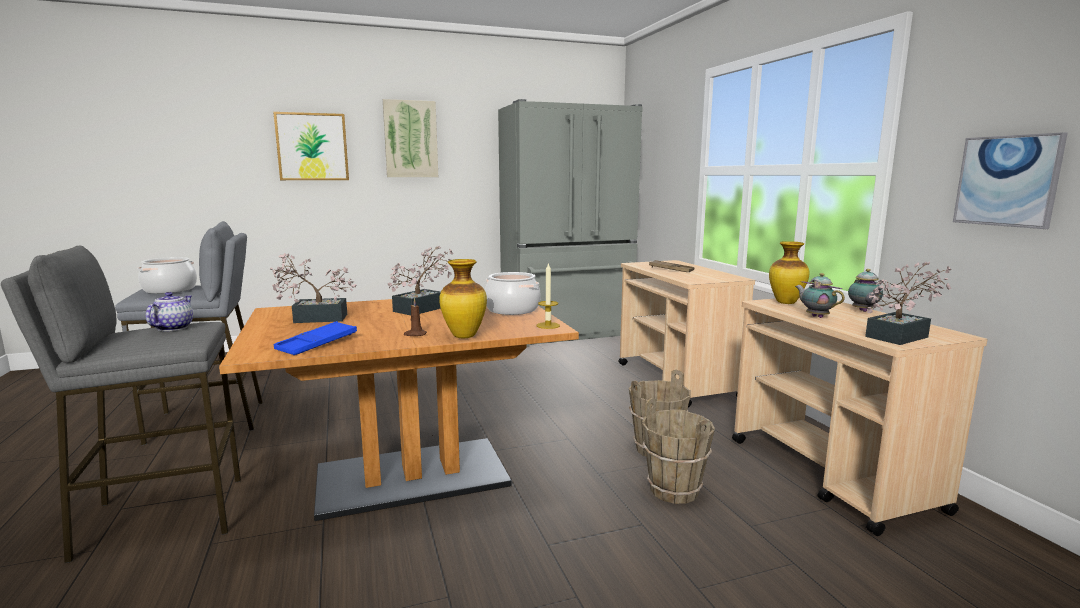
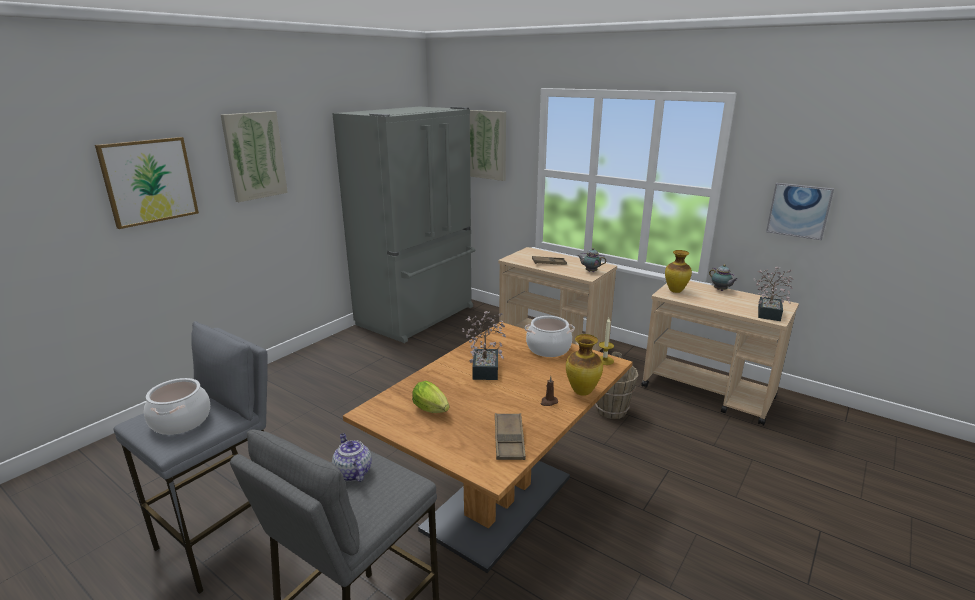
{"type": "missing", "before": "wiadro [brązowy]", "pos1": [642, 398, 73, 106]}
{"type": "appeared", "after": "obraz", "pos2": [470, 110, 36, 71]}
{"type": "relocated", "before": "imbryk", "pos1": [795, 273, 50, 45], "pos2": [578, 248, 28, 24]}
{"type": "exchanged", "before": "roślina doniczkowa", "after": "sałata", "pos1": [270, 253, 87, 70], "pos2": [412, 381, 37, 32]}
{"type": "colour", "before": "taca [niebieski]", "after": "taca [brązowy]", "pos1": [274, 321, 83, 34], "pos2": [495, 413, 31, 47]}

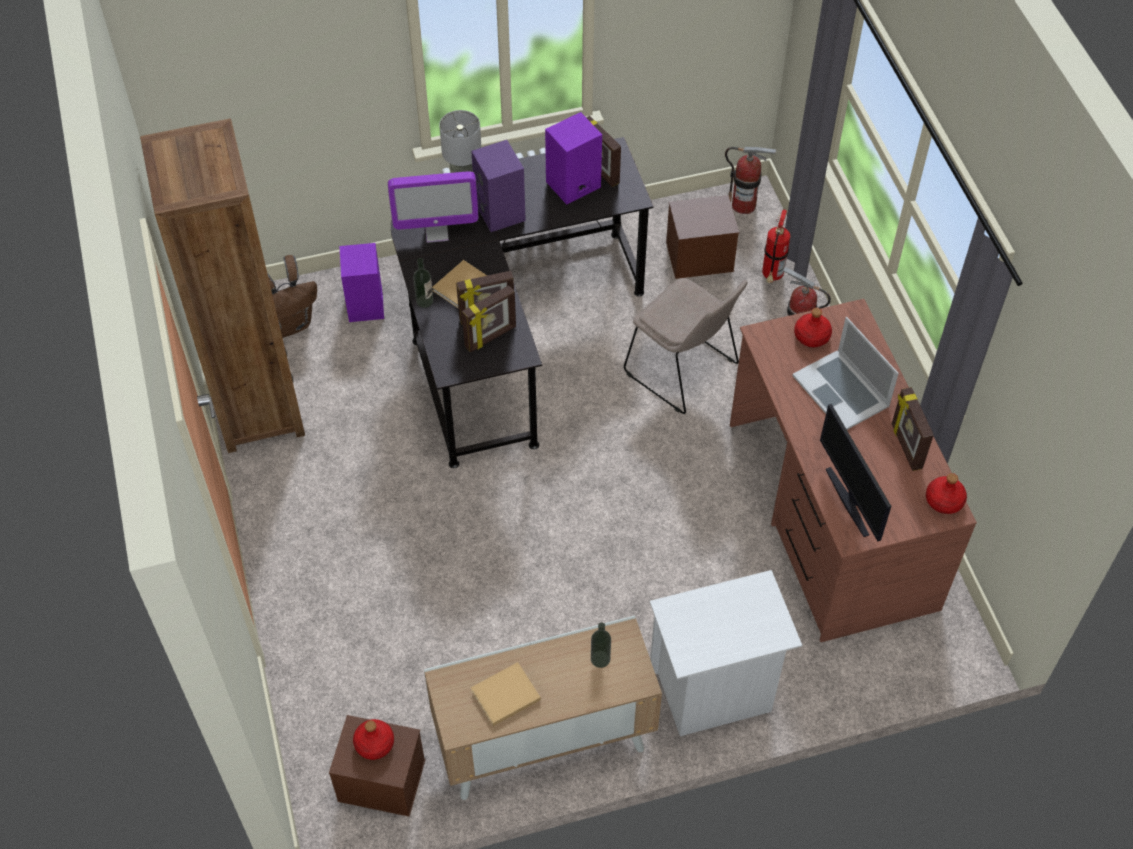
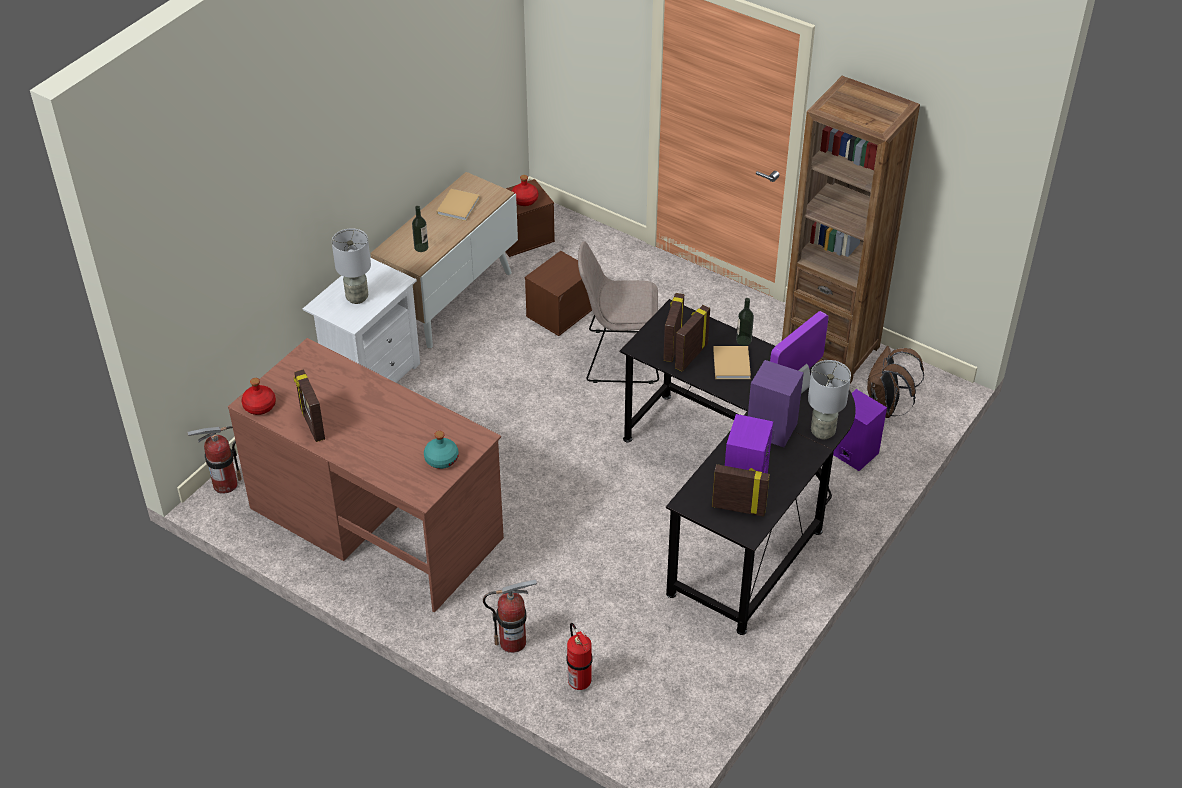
{"type": "missing", "before": "laptop", "pos1": [792, 317, 107, 113]}
{"type": "missing", "before": "monitor", "pos1": [820, 404, 71, 137]}
{"type": "appeared", "after": "lampa stołowa [szary]", "pos2": [332, 228, 39, 76]}
{"type": "relocated", "before": "krzesło [beżowy]", "pos1": [624, 278, 123, 136], "pos2": [578, 241, 81, 143]}
{"type": "relocated", "before": "pojemnik do przechowywania [brązowy]", "pos1": [666, 195, 73, 84], "pos2": [525, 251, 67, 85]}
{"type": "relocated", "before": "gaśnica", "pos1": [725, 147, 51, 67], "pos2": [187, 426, 55, 68]}
{"type": "colour", "before": "butelka [czerwony]", "after": "butelka [turkusowy]", "pos1": [794, 308, 38, 39], "pos2": [424, 431, 34, 38]}
{"type": "spun", "before": "ramka na zdjęcie", "pos1": [892, 387, 42, 84], "pos2": [294, 369, 31, 73], "turn": -150}

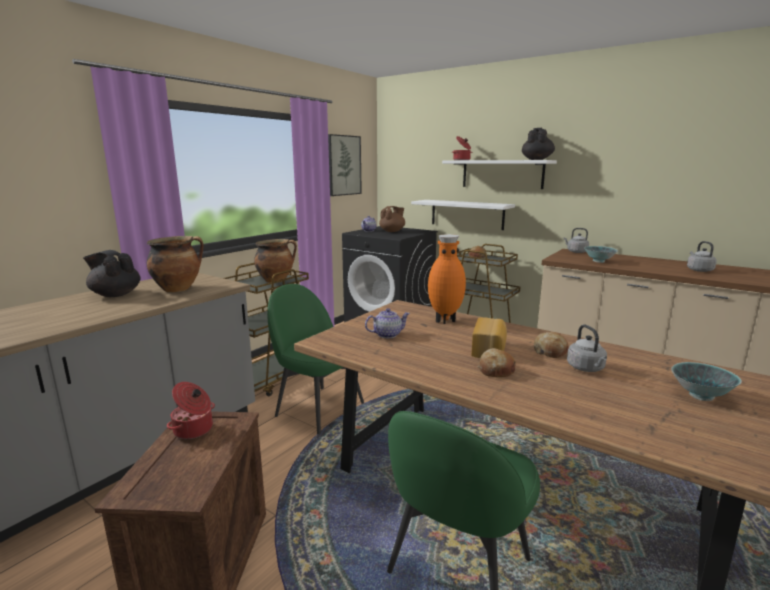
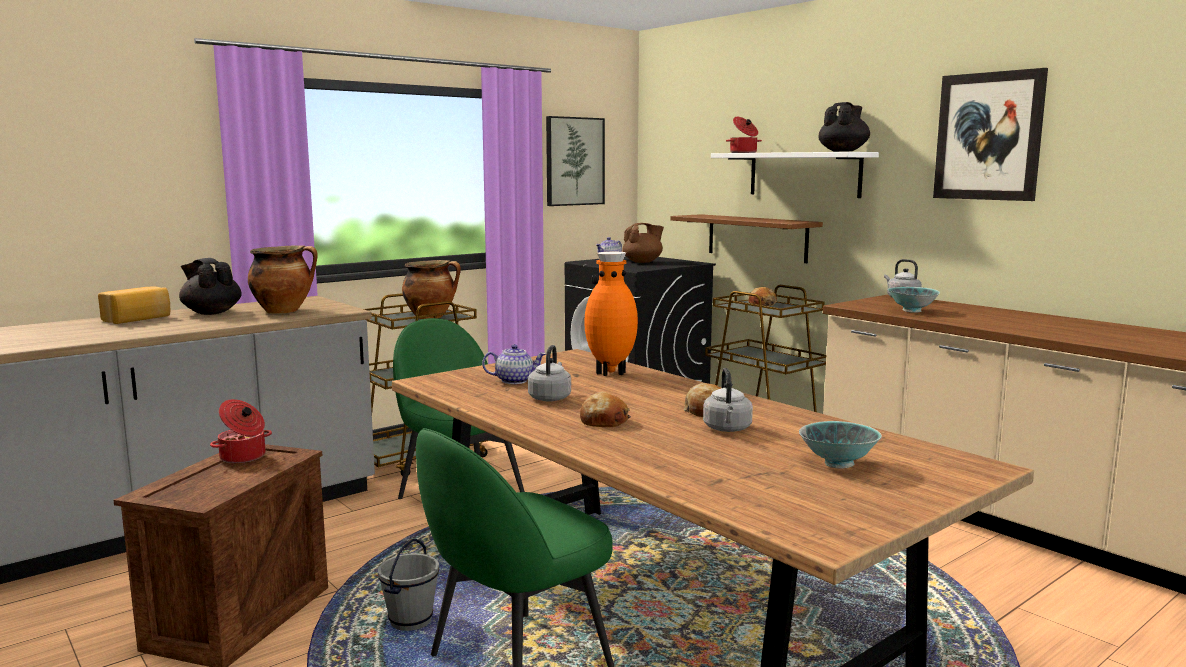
{"type": "appeared", "after": "wiadro [szary]", "pos2": [378, 539, 61, 92]}
{"type": "appeared", "after": "obraz", "pos2": [933, 68, 115, 133]}
{"type": "relocated", "before": "chleb", "pos1": [471, 317, 36, 41], "pos2": [98, 286, 72, 38]}
{"type": "relocated", "before": "czajnik [szary]", "pos1": [687, 241, 30, 31], "pos2": [528, 345, 43, 56]}
{"type": "colour", "before": "półka [biały]", "after": "półka [brązowy]", "pos1": [411, 200, 104, 30], "pos2": [670, 214, 153, 49]}

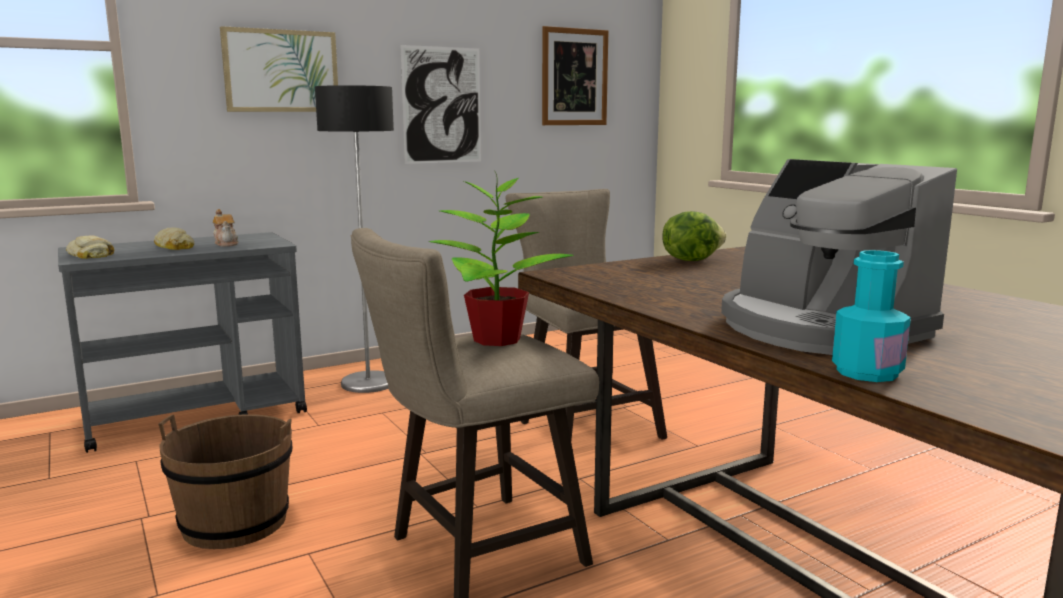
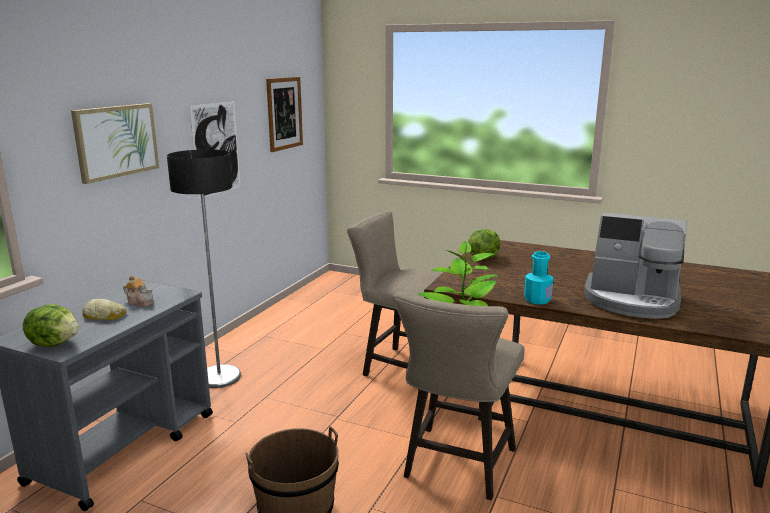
{"type": "relocated", "before": "butelka [turkusowy]", "pos1": [832, 250, 79, 132], "pos2": [524, 251, 29, 54]}
{"type": "exchanged", "before": "chleb", "after": "sałata", "pos1": [66, 235, 48, 24], "pos2": [23, 304, 56, 43]}

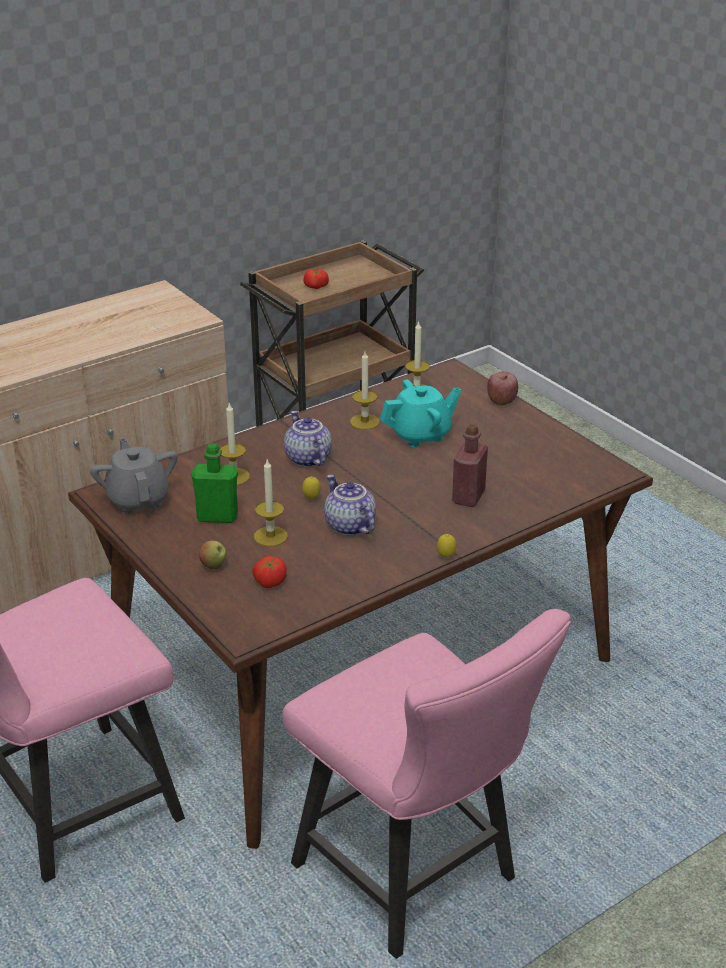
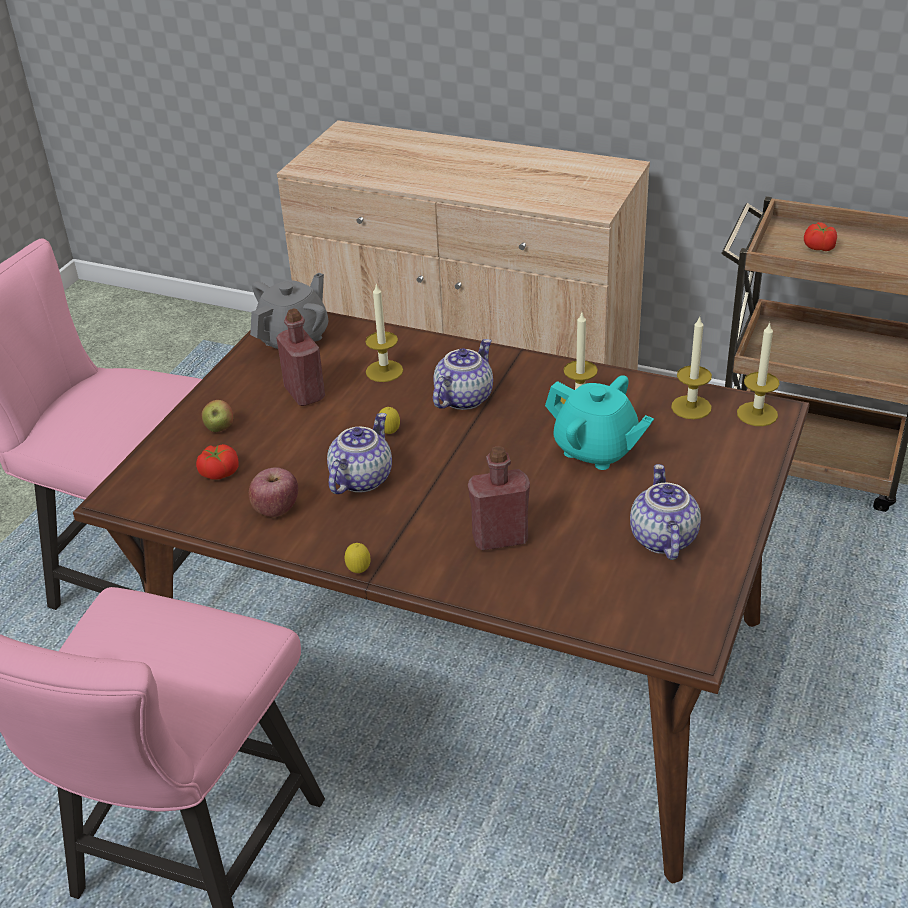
{"type": "appeared", "after": "imbryk", "pos2": [630, 464, 71, 96]}
{"type": "relocated", "before": "świeca", "pos1": [254, 460, 34, 87], "pos2": [737, 322, 43, 104]}
{"type": "relocated", "before": "jabłko", "pos1": [487, 372, 31, 33], "pos2": [249, 467, 49, 50]}
{"type": "colour", "before": "butelka [zielony]", "after": "butelka [czerwony]", "pos1": [191, 443, 47, 80], "pos2": [276, 309, 49, 97]}

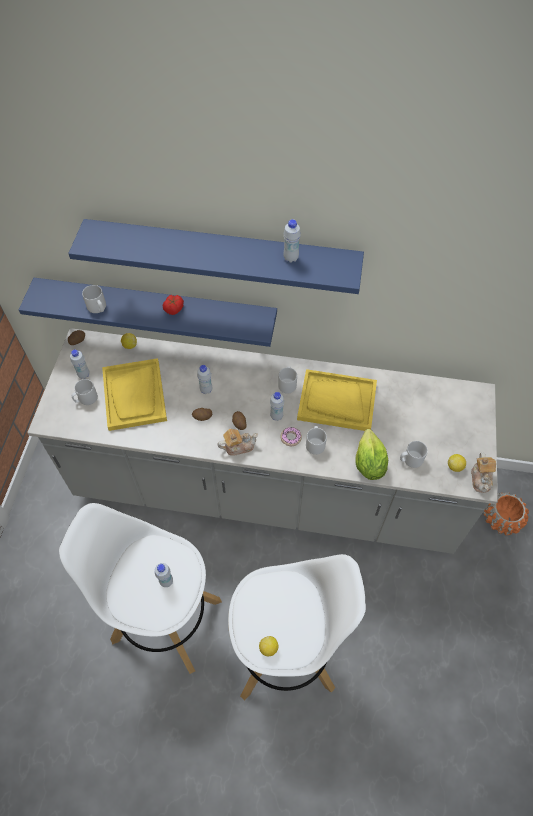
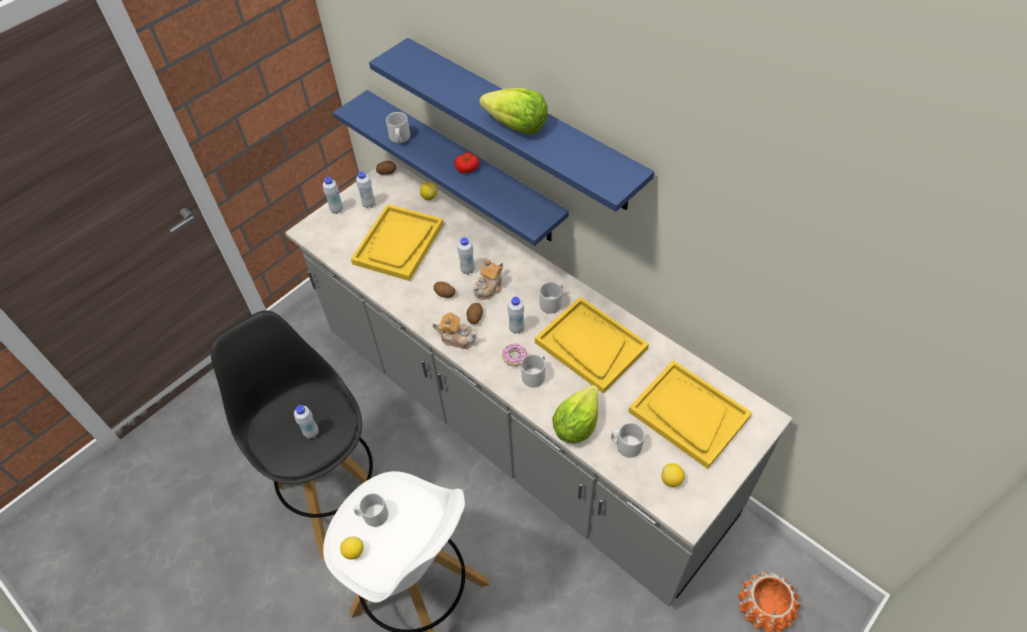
{"type": "appeared", "after": "sałata", "pos2": [479, 88, 69, 46]}
{"type": "appeared", "after": "taca [żółty]", "pos2": [628, 360, 124, 109]}
{"type": "relocated", "before": "kubek [szary]", "pos1": [72, 379, 26, 26], "pos2": [354, 493, 34, 34]}
{"type": "relocated", "before": "butelka [biały]", "pos1": [283, 219, 18, 44], "pos2": [323, 177, 20, 37]}
{"type": "relocated", "before": "imbryk", "pos1": [471, 452, 25, 41], "pos2": [472, 260, 31, 40]}
{"type": "colour", "before": "stołek [biały]", "after": "stołek [czarny]", "pos1": [59, 503, 163, 171], "pos2": [211, 310, 162, 249]}

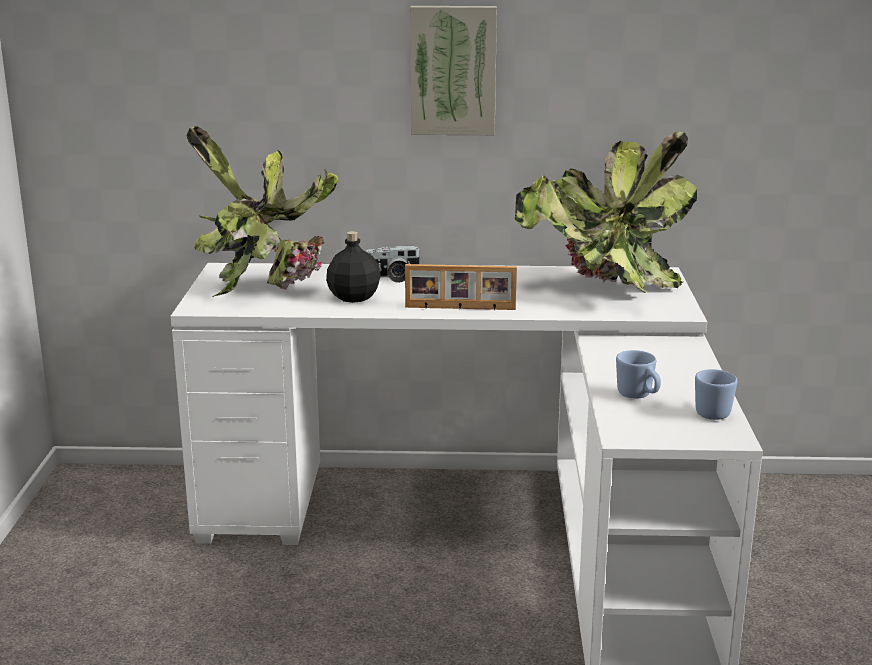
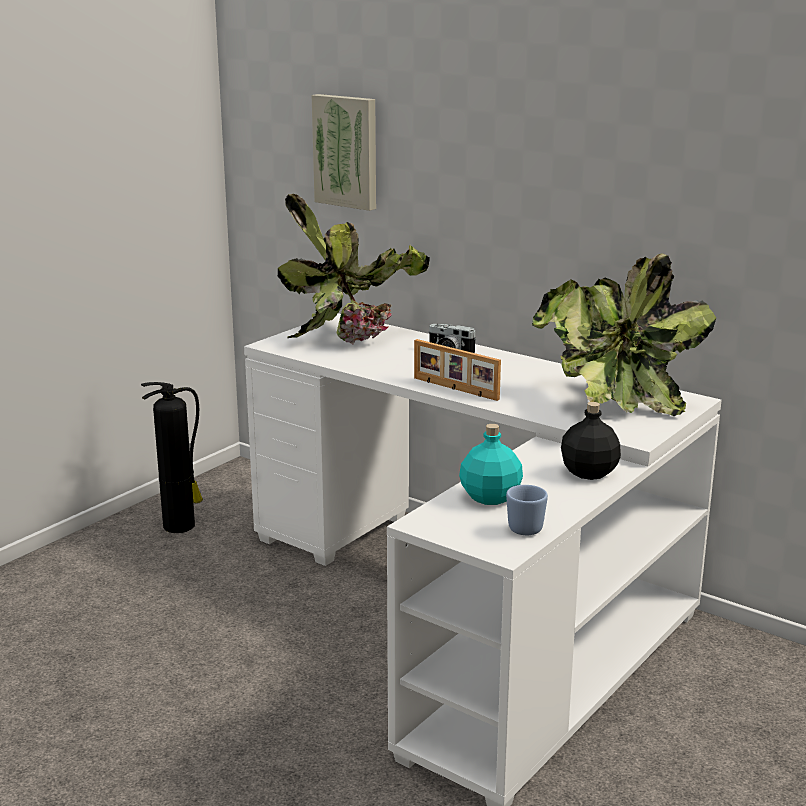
{"type": "appeared", "after": "gaśnica", "pos2": [141, 382, 62, 151]}
{"type": "relocated", "before": "butelka [czarny]", "pos1": [326, 231, 55, 72], "pos2": [561, 402, 60, 78]}
{"type": "relocated", "before": "obraz", "pos1": [410, 6, 87, 129], "pos2": [312, 94, 64, 117]}
{"type": "exchanged", "before": "kubek [niebieski]", "after": "butelka [turkusowy]", "pos1": [616, 350, 45, 48], "pos2": [459, 424, 64, 81]}

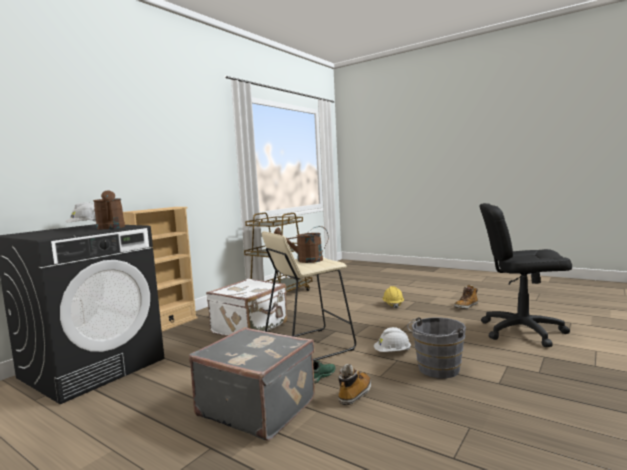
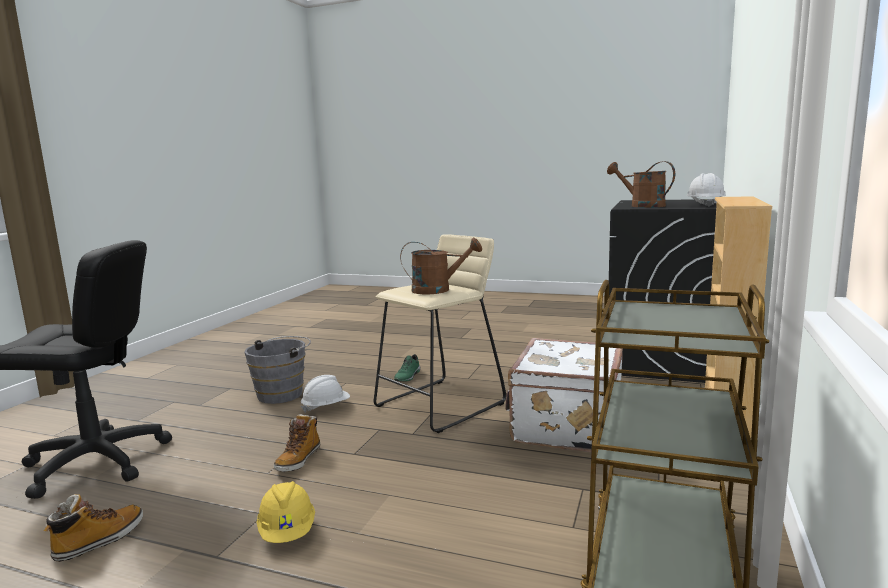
{"type": "missing", "before": "walizka [szary]", "pos1": [189, 327, 126, 114]}
{"type": "relocated", "before": "but z cholewką", "pos1": [338, 364, 33, 41], "pos2": [274, 414, 46, 58]}

